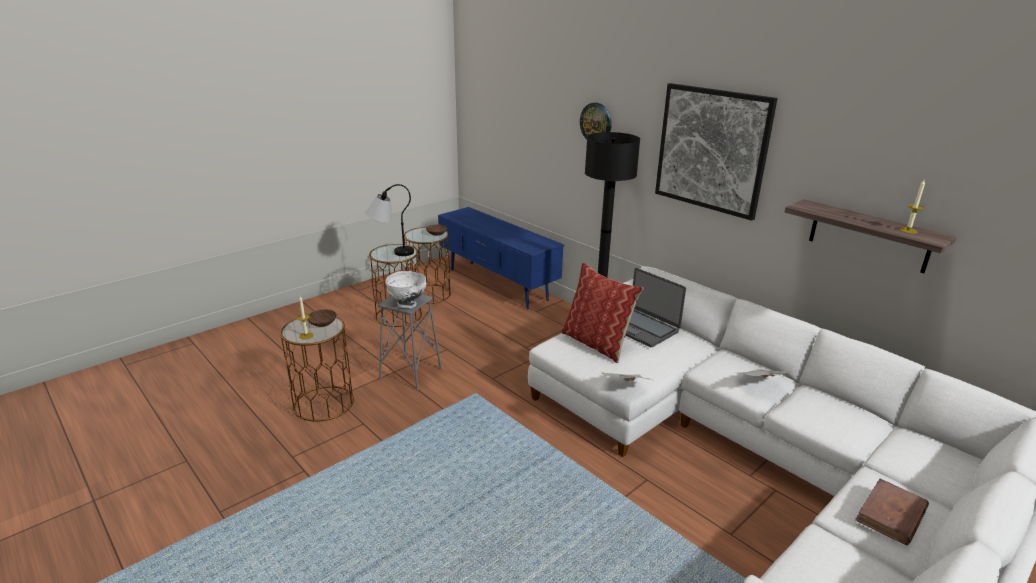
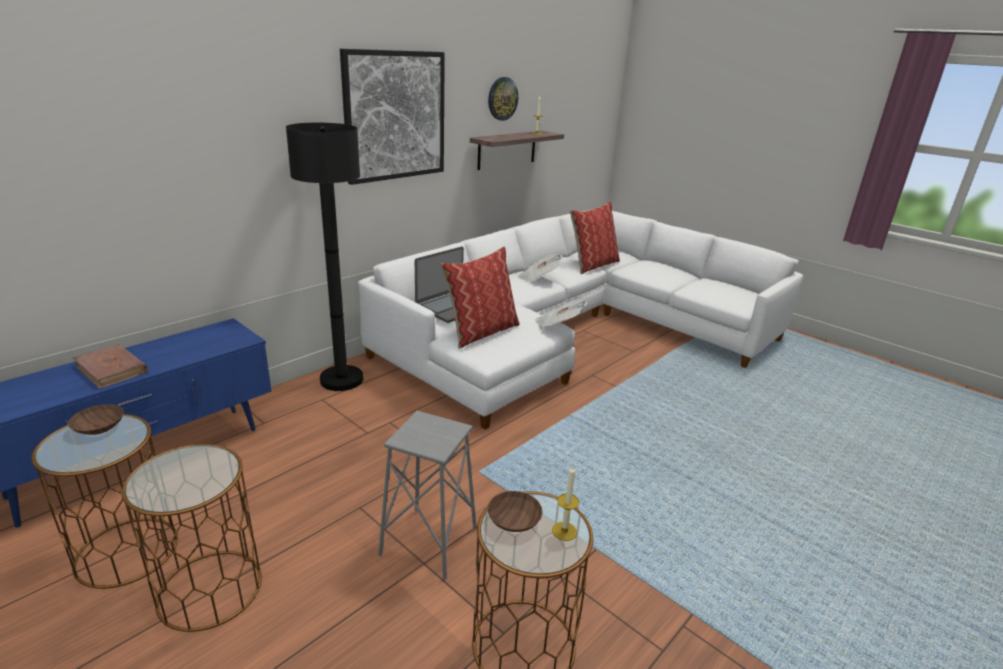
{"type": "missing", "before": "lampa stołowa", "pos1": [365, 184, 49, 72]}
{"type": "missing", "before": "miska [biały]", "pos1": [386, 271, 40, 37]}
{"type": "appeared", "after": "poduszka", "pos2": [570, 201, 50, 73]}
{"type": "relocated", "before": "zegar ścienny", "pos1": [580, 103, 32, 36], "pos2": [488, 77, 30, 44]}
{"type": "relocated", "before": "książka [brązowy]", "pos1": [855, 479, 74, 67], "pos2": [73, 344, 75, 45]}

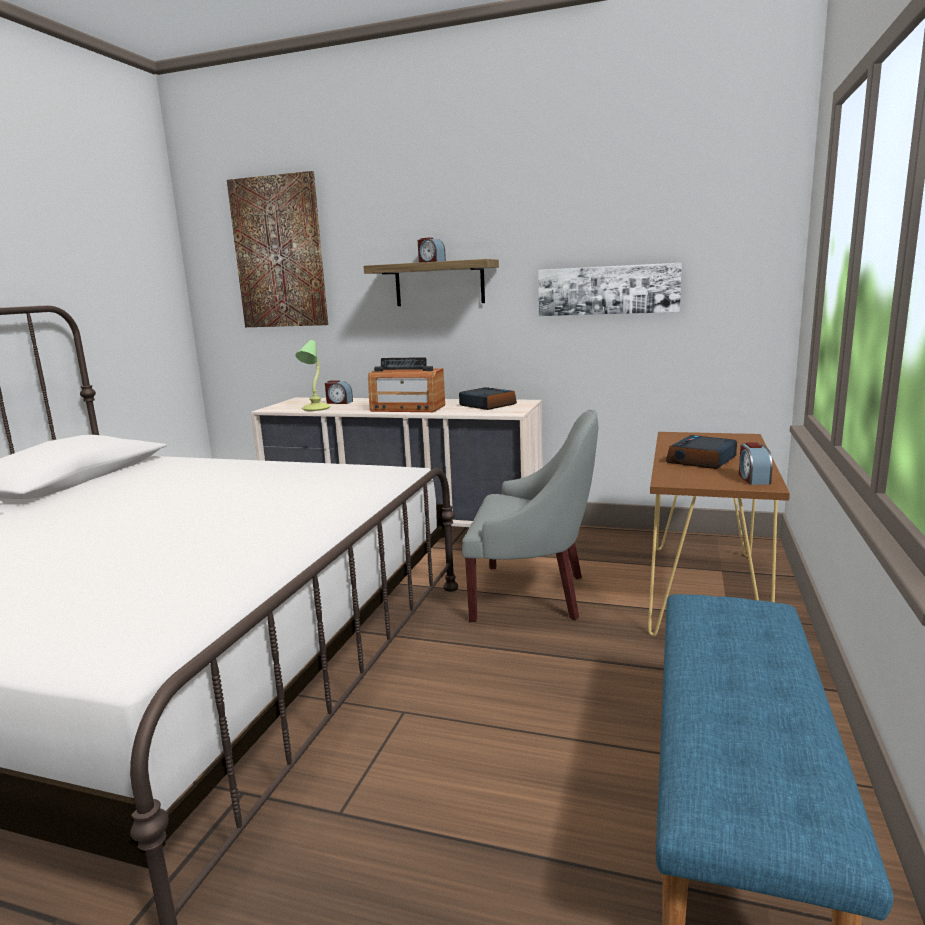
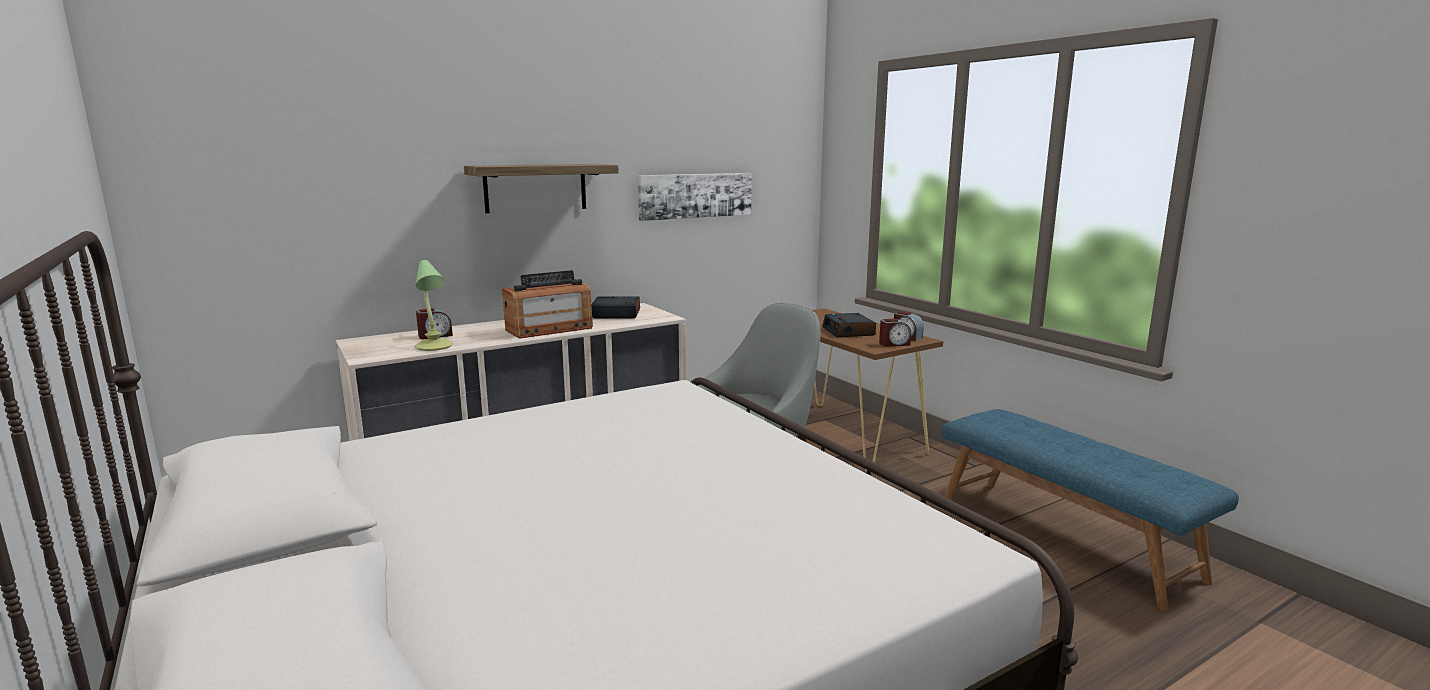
{"type": "missing", "before": "obraz", "pos1": [227, 171, 101, 156]}
{"type": "relocated", "before": "budzik", "pos1": [418, 238, 28, 25], "pos2": [879, 319, 32, 28]}

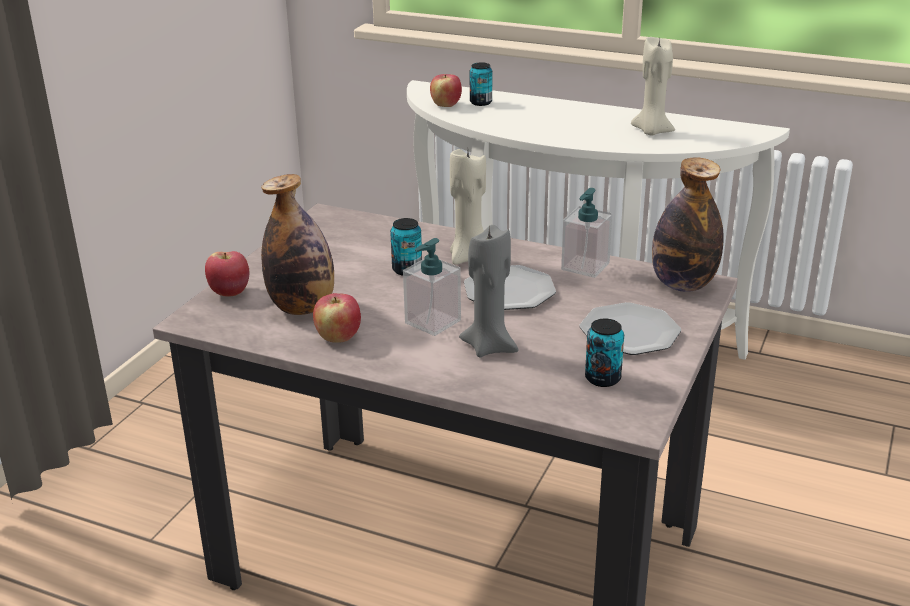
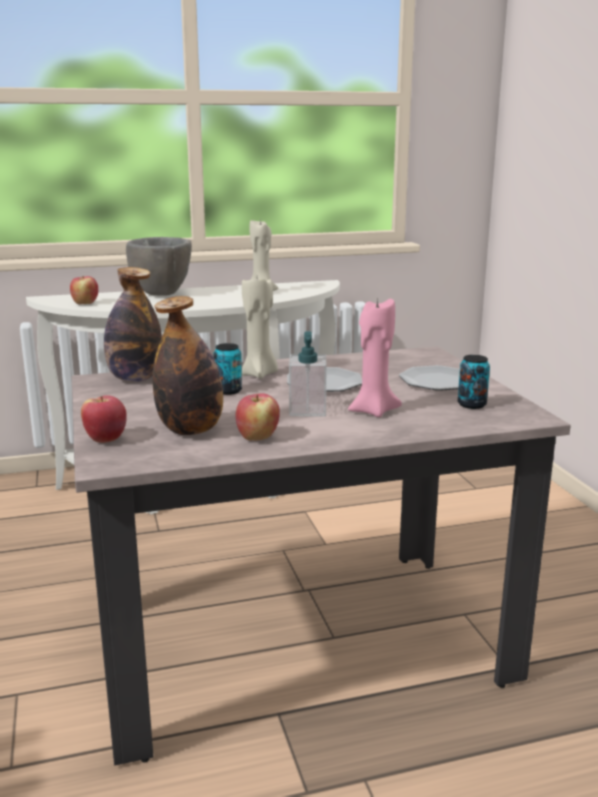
{"type": "missing", "before": "puszka", "pos1": [470, 62, 22, 44]}
{"type": "missing", "before": "dozownik mydła", "pos1": [561, 188, 52, 90]}
{"type": "appeared", "after": "miska [szary]", "pos2": [126, 237, 66, 59]}
{"type": "relocated", "before": "butelka", "pos1": [652, 157, 72, 135], "pos2": [104, 267, 58, 115]}
{"type": "colour", "before": "świeca [szary]", "after": "świeca [różowy]", "pos1": [459, 225, 60, 133], "pos2": [348, 296, 54, 121]}

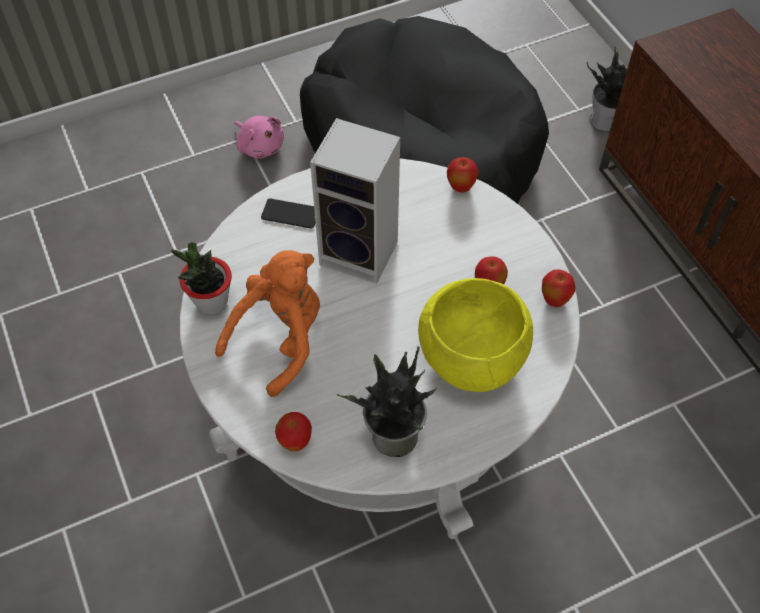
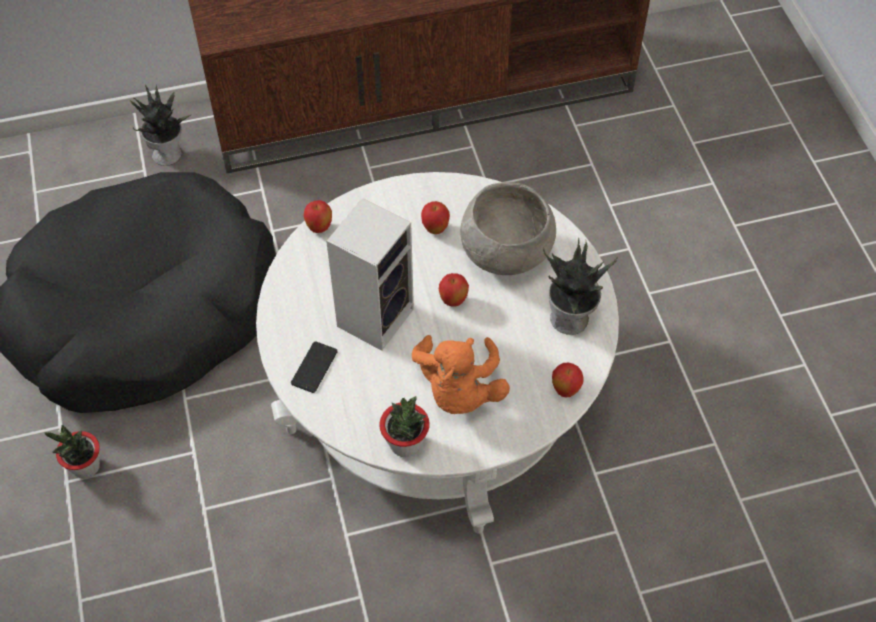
{"type": "relocated", "before": "jabłko", "pos1": [542, 270, 34, 37], "pos2": [439, 273, 30, 34]}
{"type": "exchanged", "before": "pluszak [różowy]", "after": "roślina doniczkowa", "pos1": [234, 116, 50, 43], "pos2": [45, 425, 55, 53]}
{"type": "colour", "before": "miska [żółty]", "after": "miska [szary]", "pos1": [418, 278, 115, 114], "pos2": [460, 182, 96, 93]}
{"type": "spun", "before": "pluszak [pomarańczowy]", "pos1": [215, 250, 105, 147], "pos2": [412, 335, 98, 79], "turn": -135}

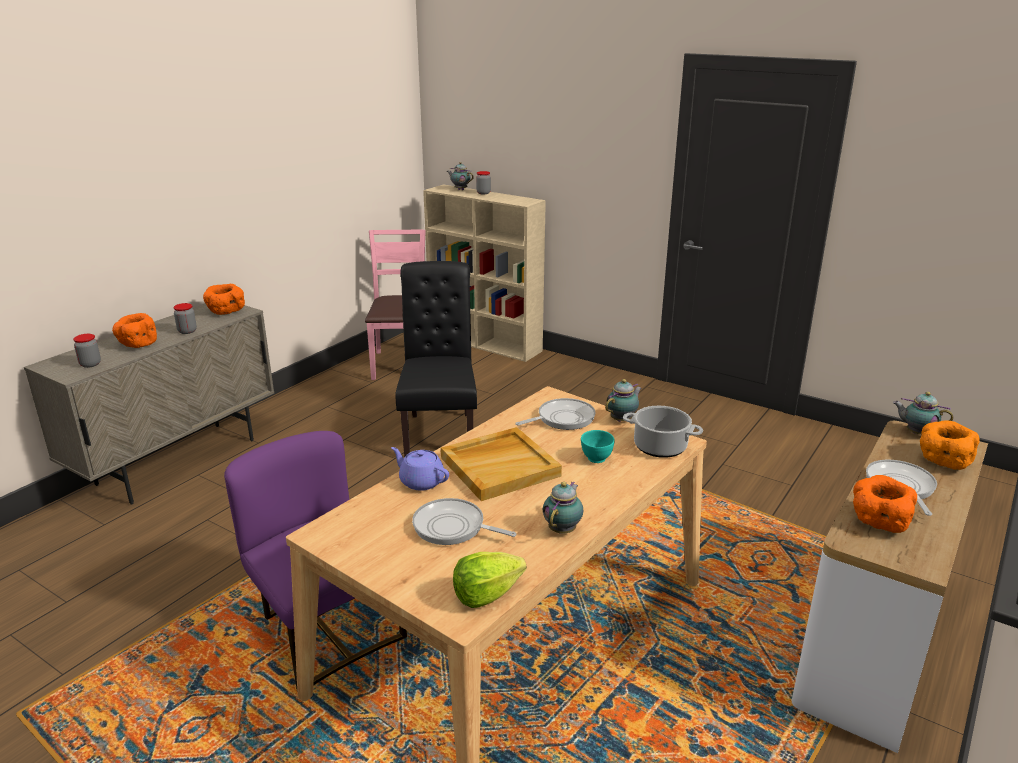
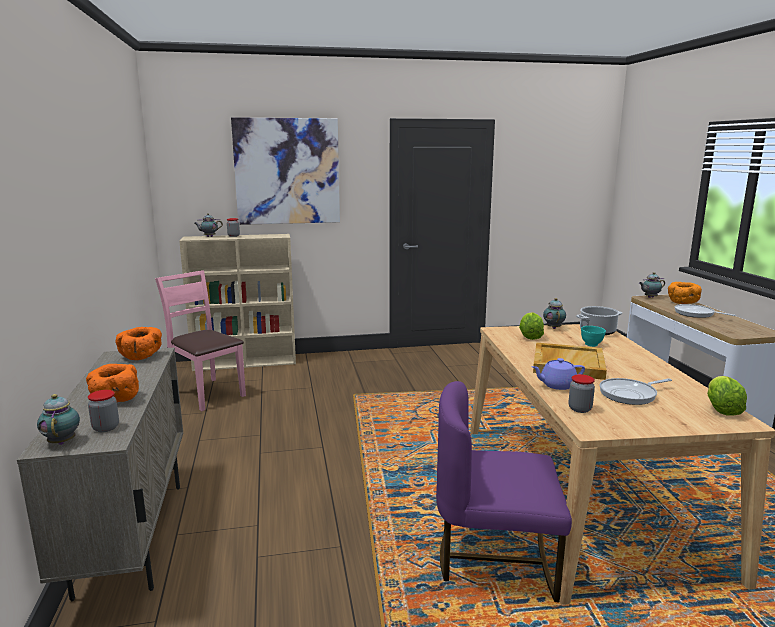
{"type": "missing", "before": "krzesło [czarny]", "pos1": [395, 261, 82, 197]}
{"type": "missing", "before": "miska [pomarańczowy]", "pos1": [853, 475, 64, 58]}
{"type": "appeared", "after": "obraz", "pos2": [231, 117, 109, 108]}
{"type": "relocated", "before": "słoik", "pos1": [173, 303, 24, 31], "pos2": [569, 374, 26, 39]}
{"type": "relocated", "before": "imbryk", "pos1": [543, 482, 40, 52], "pos2": [37, 394, 43, 51]}
{"type": "exchanged", "before": "patelnia", "after": "sałata", "pos1": [515, 398, 81, 32], "pos2": [519, 312, 25, 28]}

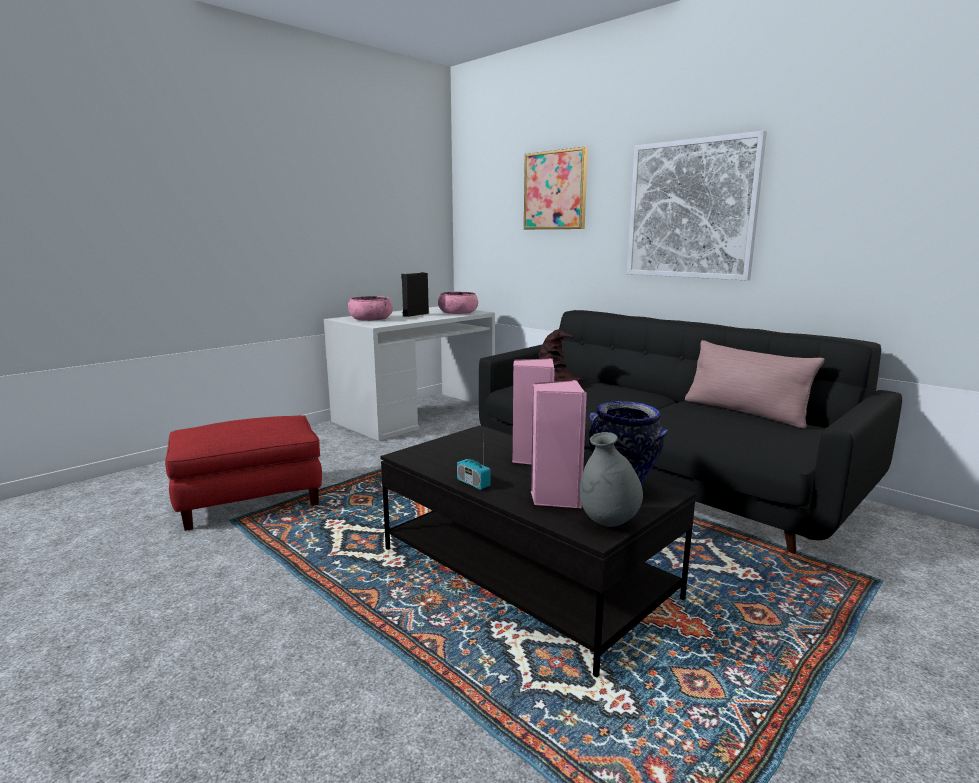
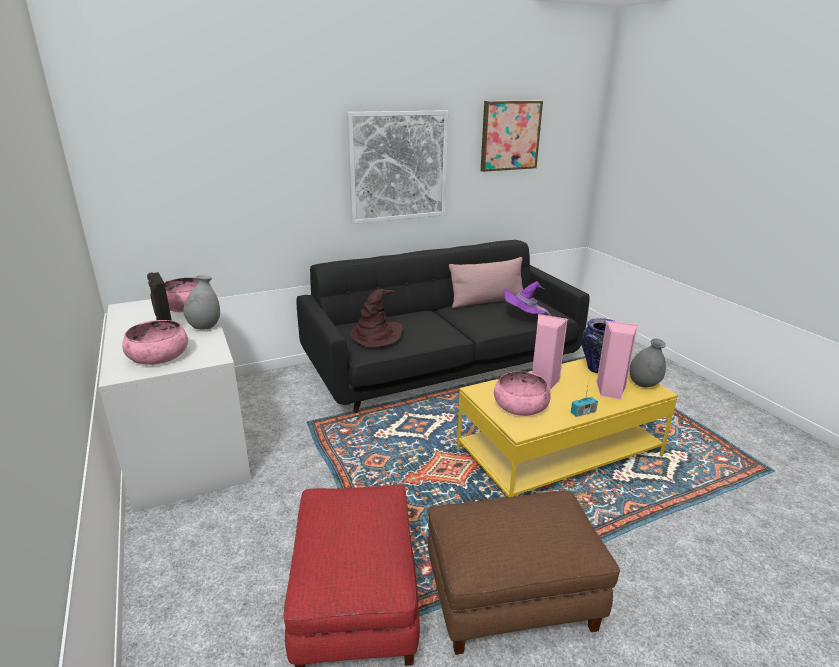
{"type": "appeared", "after": "wazon [szary]", "pos2": [183, 275, 37, 55]}
{"type": "appeared", "after": "pufa [brązowy]", "pos2": [428, 491, 192, 164]}
{"type": "appeared", "after": "miska [różowy]", "pos2": [494, 371, 57, 45]}
{"type": "appeared", "after": "kapelusz [fioletowy]", "pos2": [503, 281, 48, 35]}
{"type": "relocated", "before": "obraz", "pos1": [524, 147, 64, 82], "pos2": [481, 101, 62, 71]}
{"type": "colour", "before": "ława [czarny]", "after": "ława [żółty]", "pos1": [380, 425, 316, 253], "pos2": [457, 358, 221, 139]}

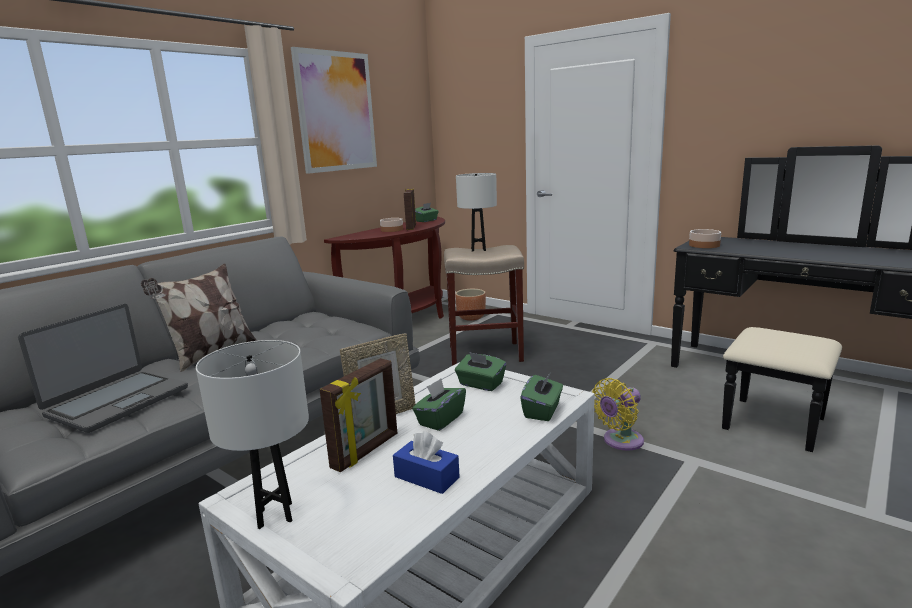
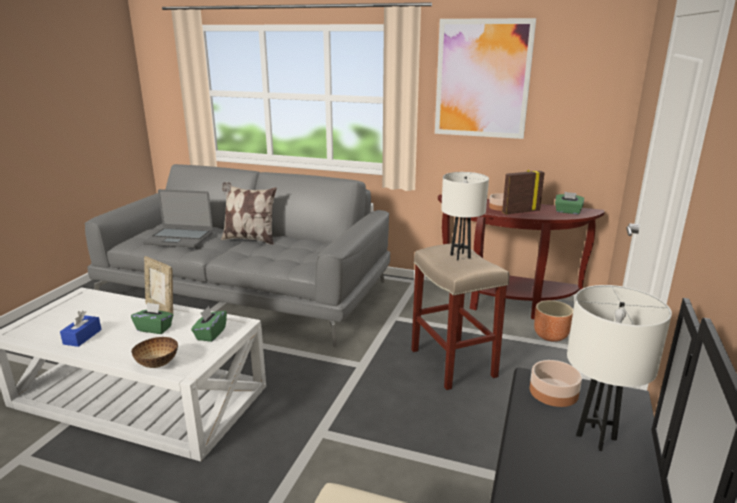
{"type": "missing", "before": "ramka na zdjęcie", "pos1": [320, 358, 77, 114]}
{"type": "missing", "before": "wentylator [żółty]", "pos1": [592, 378, 52, 73]}
{"type": "relocated", "before": "lampa stołowa [biały]", "pos1": [196, 340, 113, 189], "pos2": [567, 285, 105, 166]}
{"type": "exchanged", "before": "pudełko chusteczek [zielony]", "after": "miska", "pos1": [520, 372, 43, 49], "pos2": [131, 337, 47, 31]}

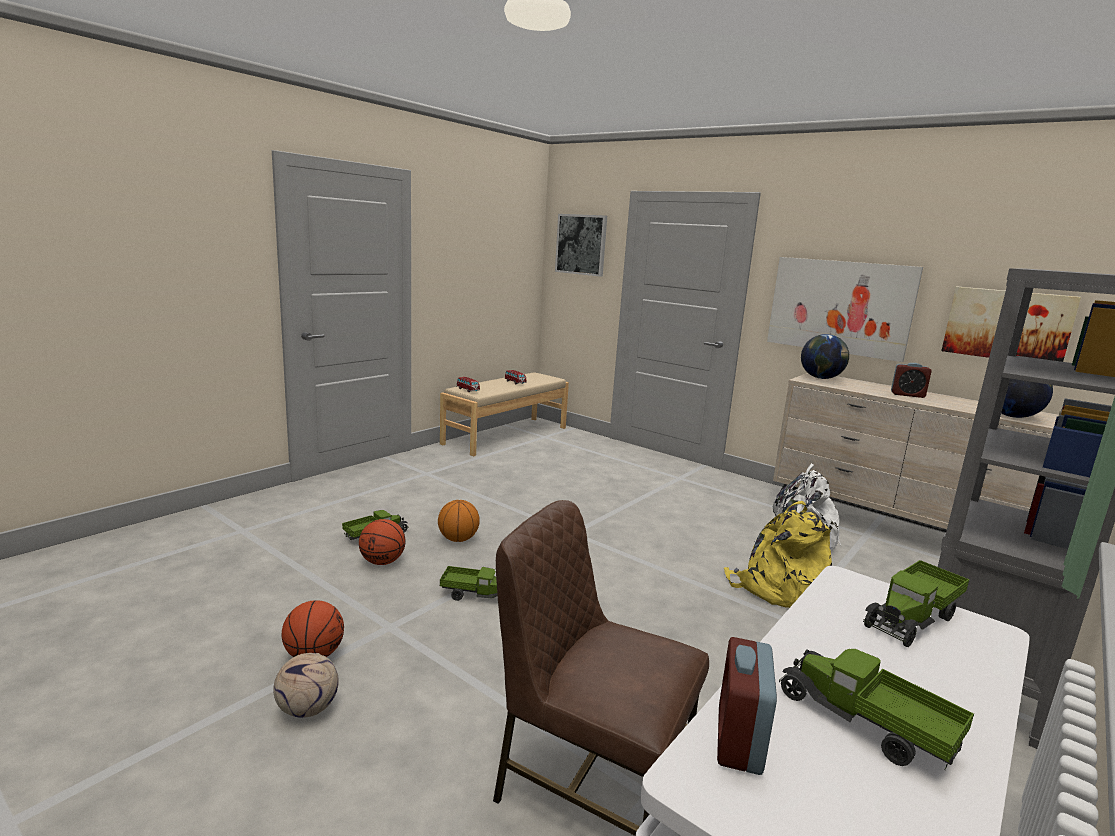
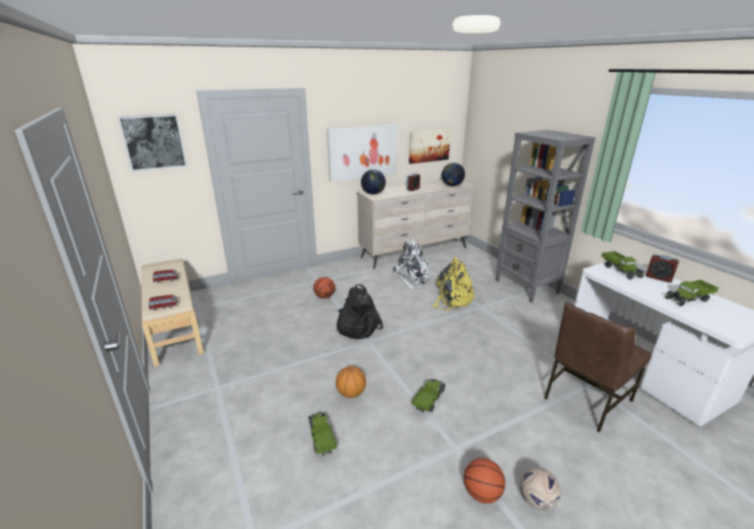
{"type": "appeared", "after": "plecak [czarny]", "pos2": [337, 284, 46, 55]}
{"type": "relocated", "before": "piłka do koszykówki", "pos1": [359, 519, 47, 46], "pos2": [313, 277, 22, 22]}
{"type": "relocated", "before": "budzik", "pos1": [717, 637, 60, 138], "pos2": [646, 254, 33, 29]}

